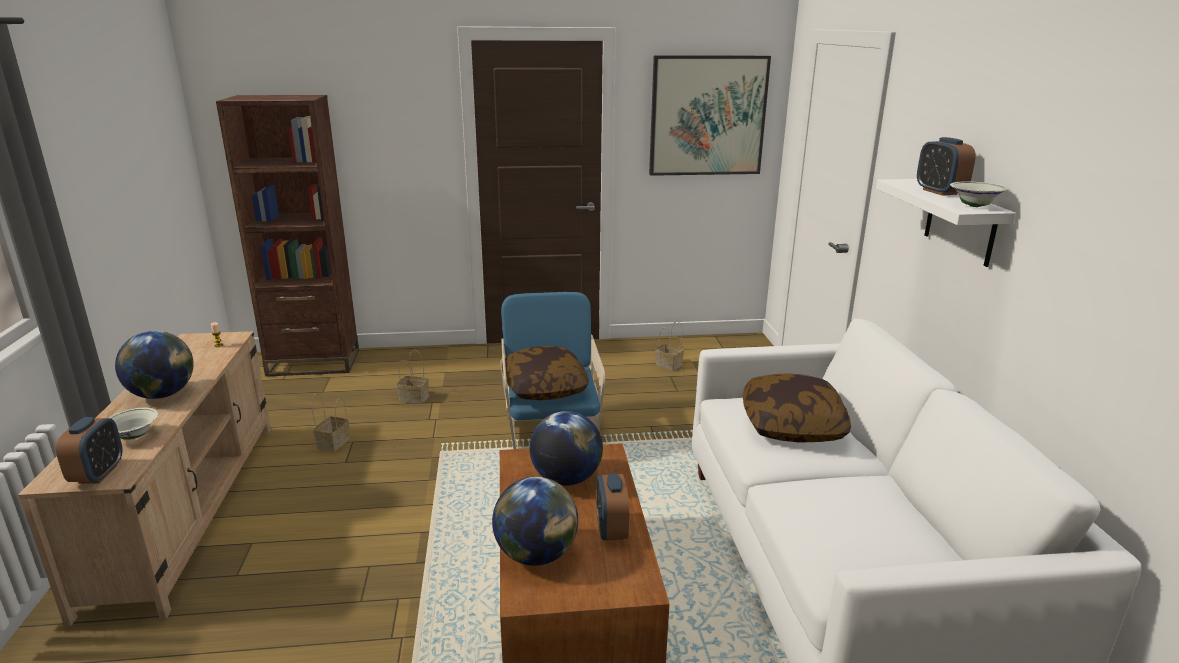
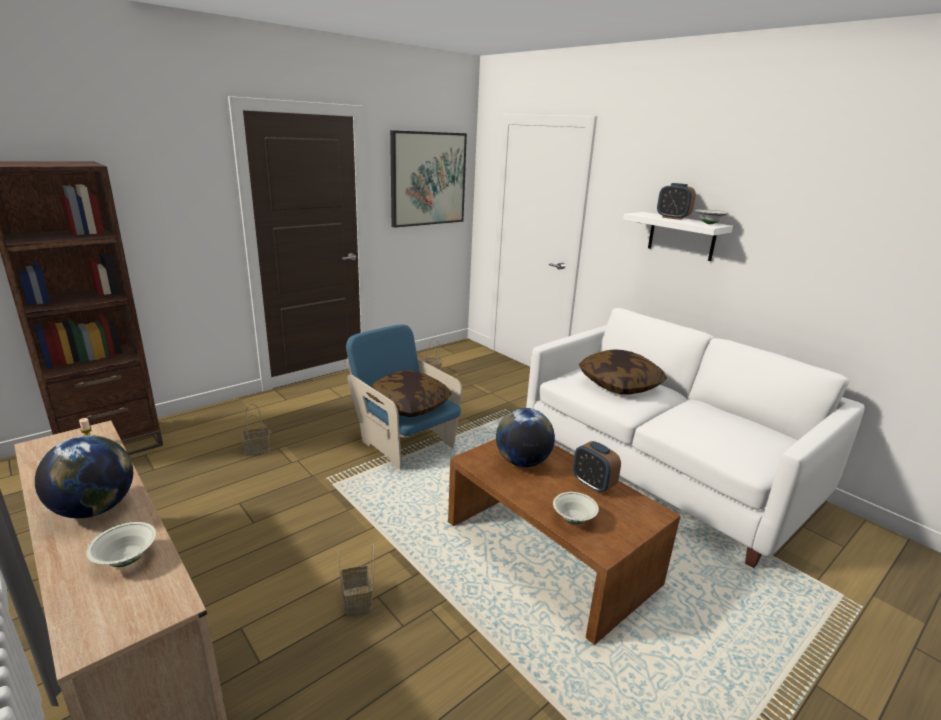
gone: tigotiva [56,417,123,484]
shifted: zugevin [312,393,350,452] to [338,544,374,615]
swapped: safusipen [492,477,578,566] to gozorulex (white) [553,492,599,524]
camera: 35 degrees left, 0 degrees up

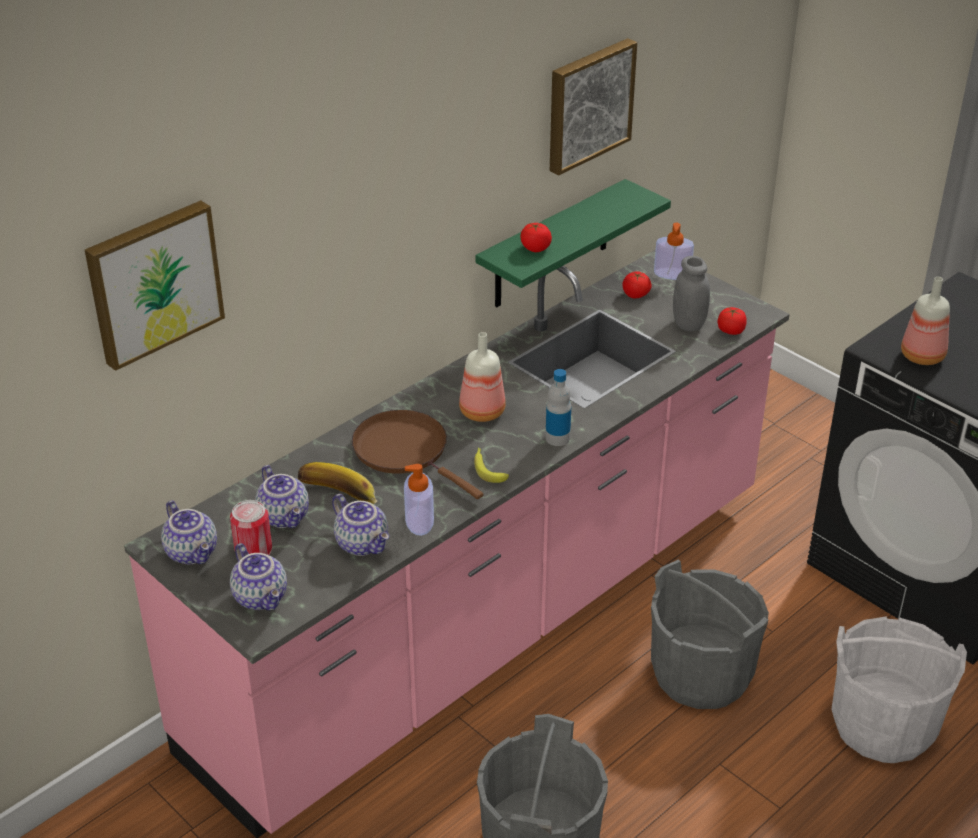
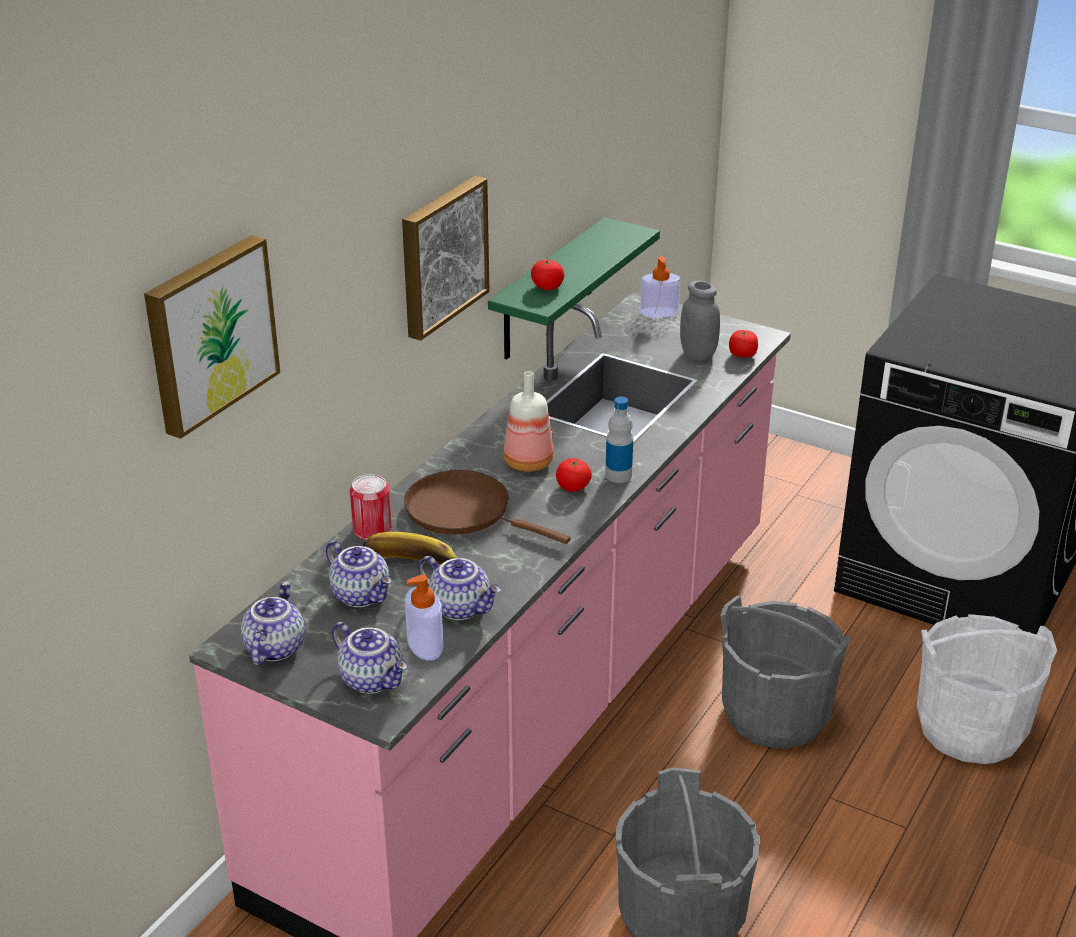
gone: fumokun [474,448,509,483]; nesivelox [901,277,950,365]
shifted: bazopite [230,500,272,555] to [350,474,392,540]; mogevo [404,464,434,536] to [405,575,443,660]; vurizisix [550,38,637,175] to [402,176,490,341]; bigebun [622,271,652,298] to [556,458,592,492]
rotated: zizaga [161,500,217,564] = [241,581,305,665] 120 degrees counterclockwise
camera: 15 degrees left, 5 degrees down

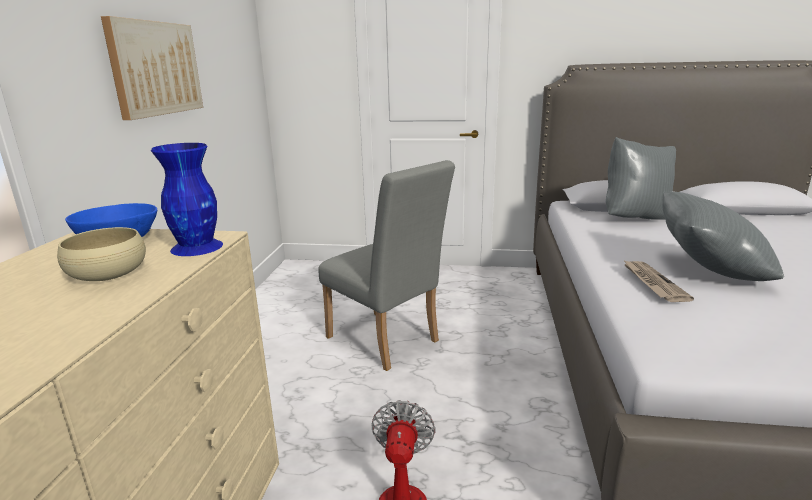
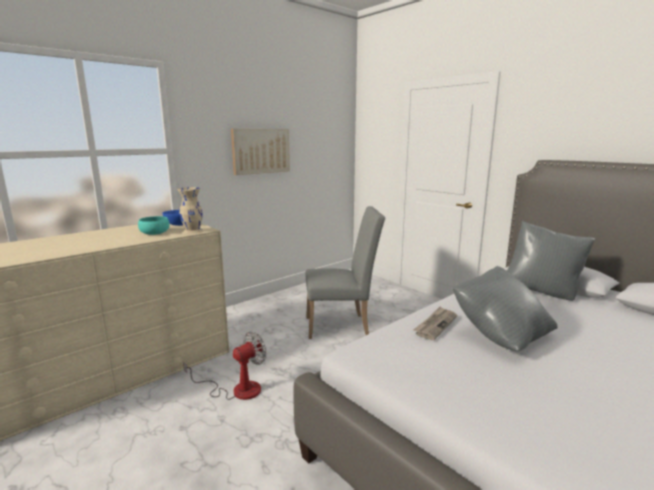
repainted: gozorulex (beige) [57,227,146,281] to gozorulex (turquoise) [138,216,170,235]; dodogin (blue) [151,143,223,256] to dodogin (beige) [178,187,204,234]
rotated: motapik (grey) [318,160,455,371] = [305,206,385,339] 90 degrees counterclockwise
camera: 40 degrees right, 5 degrees down

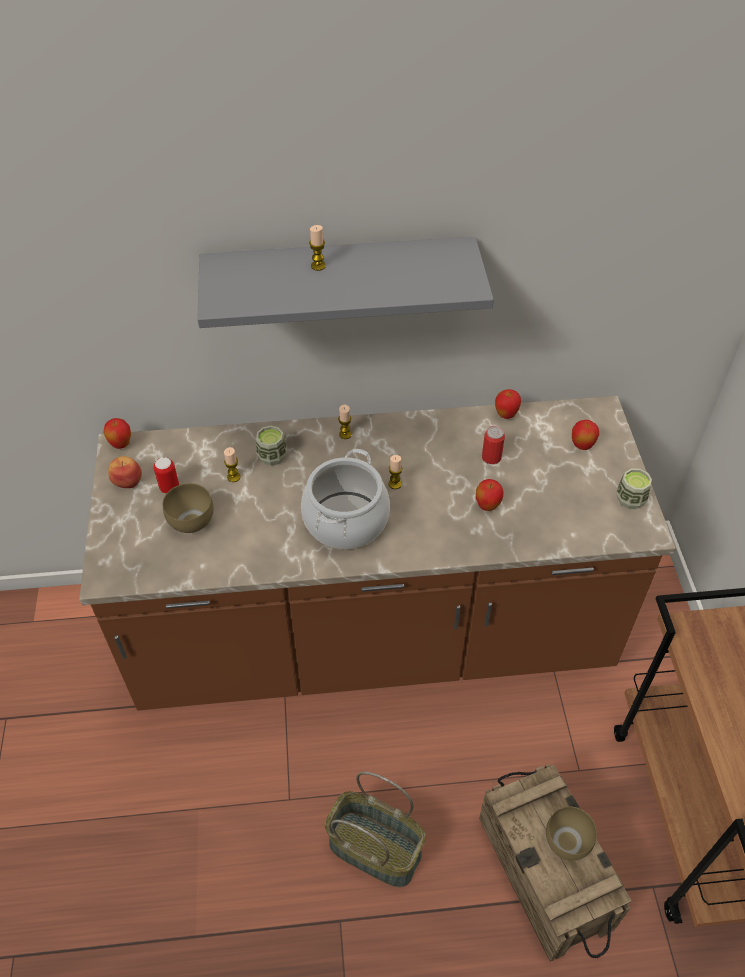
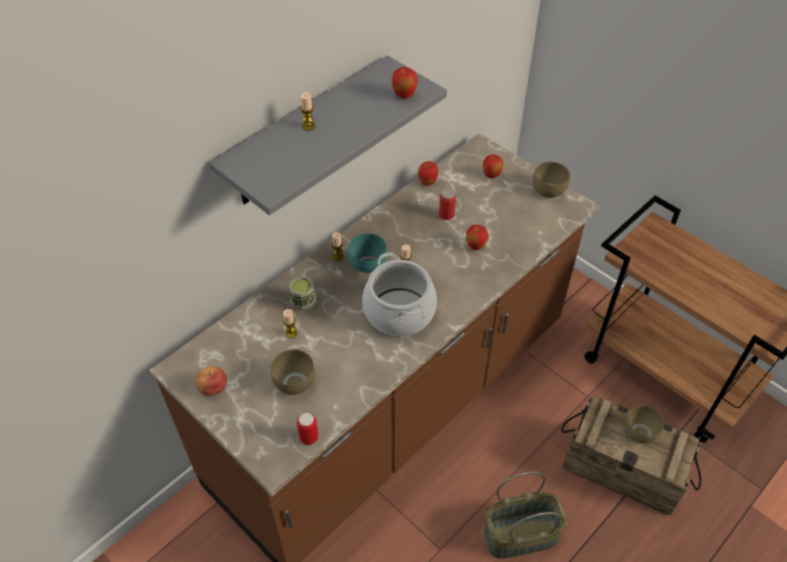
new: gozorulex (turquoise) [348,233,387,273]
shifted: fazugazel [103,418,131,449] to [391,67,418,99]; bazopite [154,457,179,494] to [297,412,318,445]
swapped: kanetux [616,468,652,509] to gozorulex (brown) [533,162,570,198]
camera: 40 degrees left, 0 degrees up

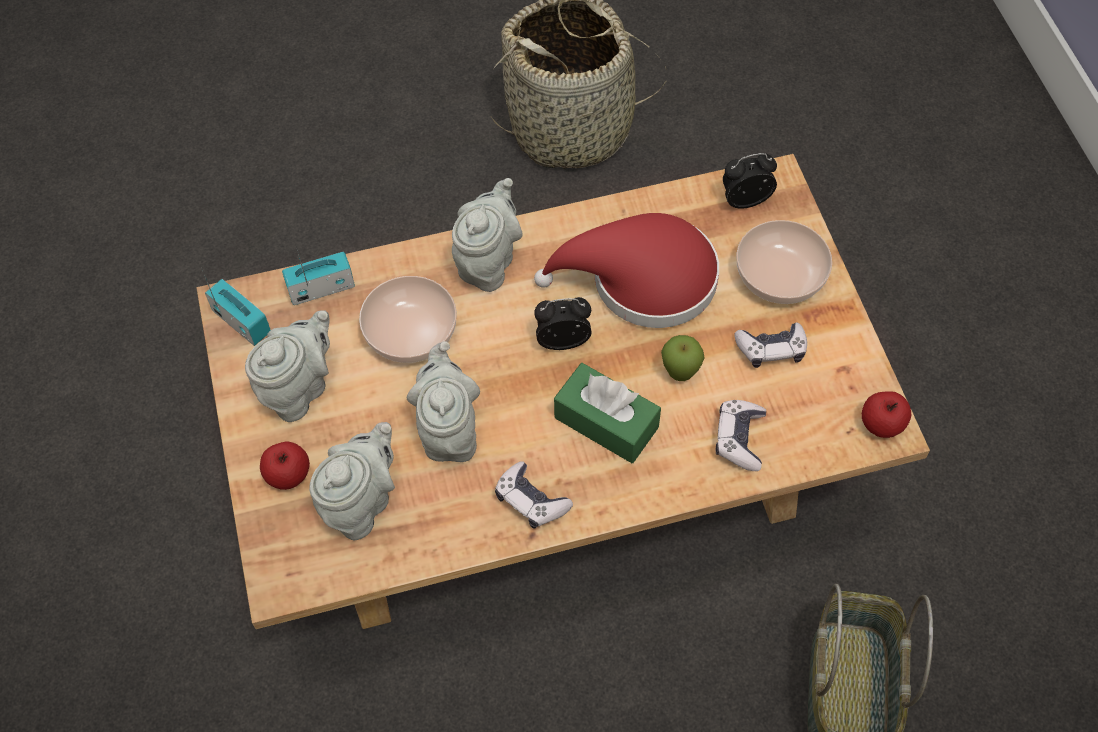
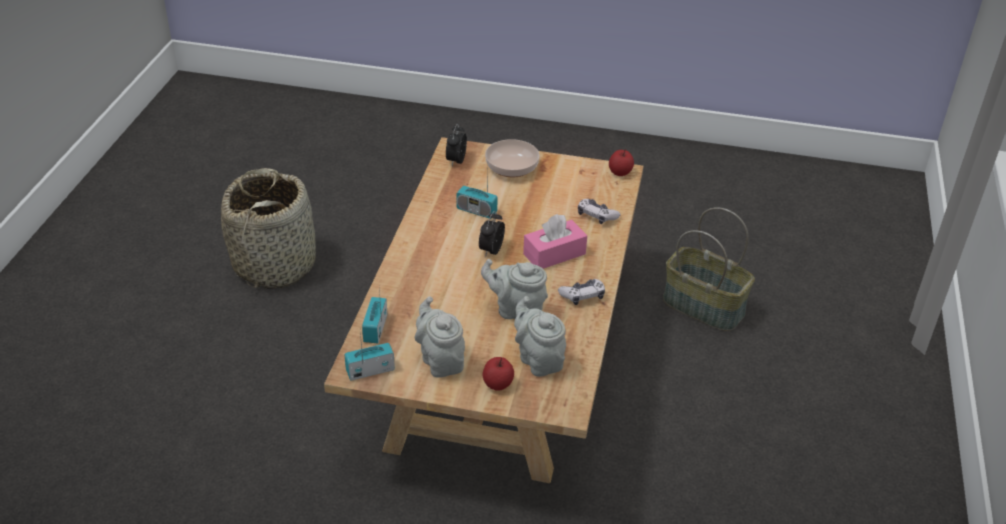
gone: gozorulex [359,276,457,363]; zizaga (grey) [452,178,523,292]; fazugazel [661,335,704,381]; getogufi [735,322,807,368]
swapped: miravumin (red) [534,213,719,328] to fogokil [456,171,498,219]
repainted: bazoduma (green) [554,363,661,463] to bazoduma (pink) [523,214,587,269]
camera: 65 degrees left, 20 degrees down

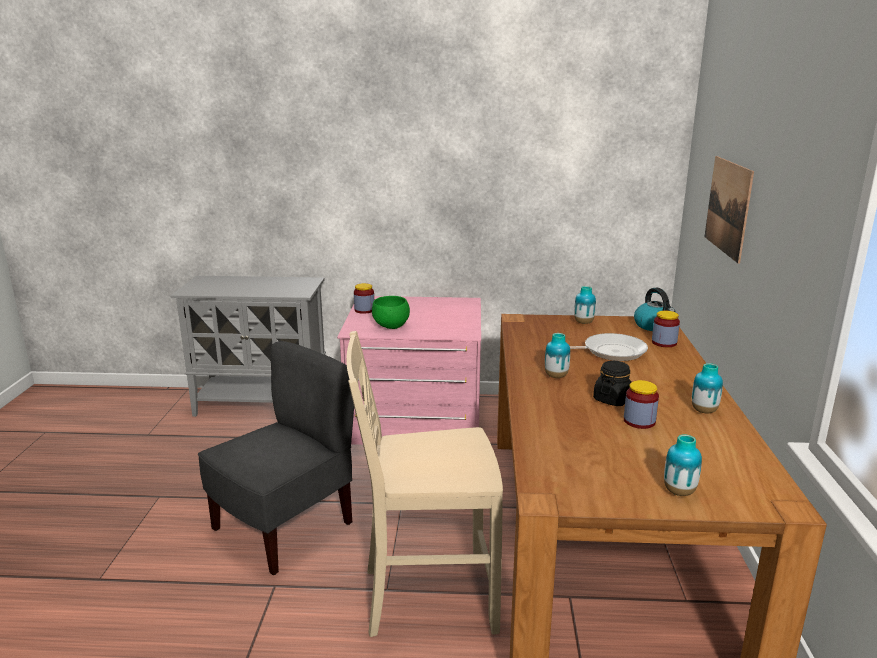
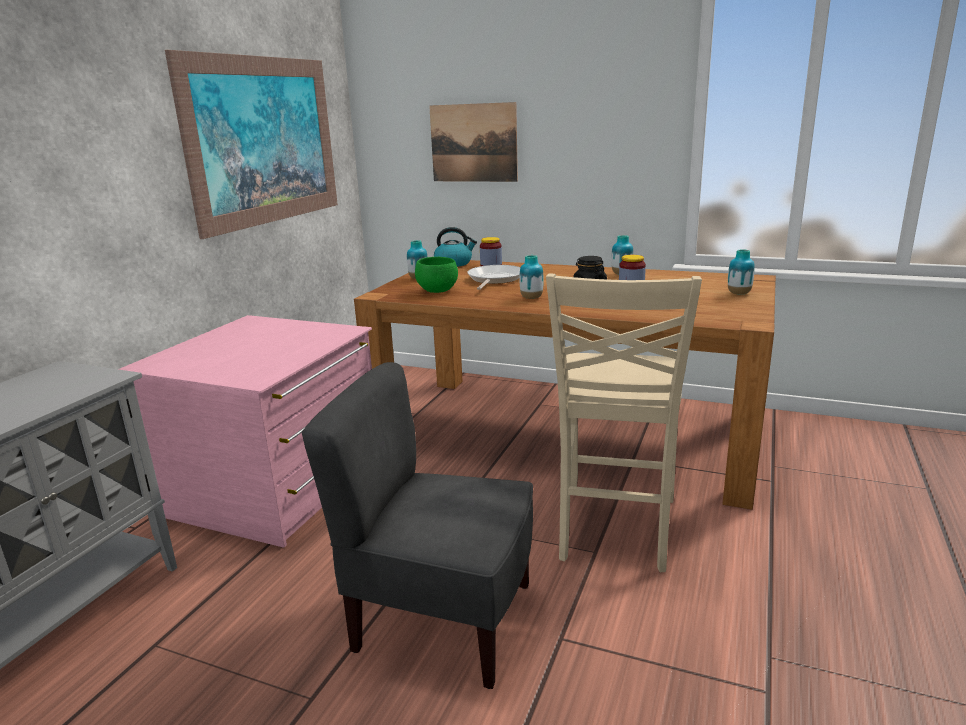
gone: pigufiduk [354,283,374,314]
new: vurizisix [165,50,338,239]
shifted: gozorulex (green) [372,296,410,329] to [415,257,458,293]
rotated: motapik (grey) [198,341,354,575] = [302,362,533,689] 45 degrees counterclockwise
camera: 70 degrees left, 0 degrees up

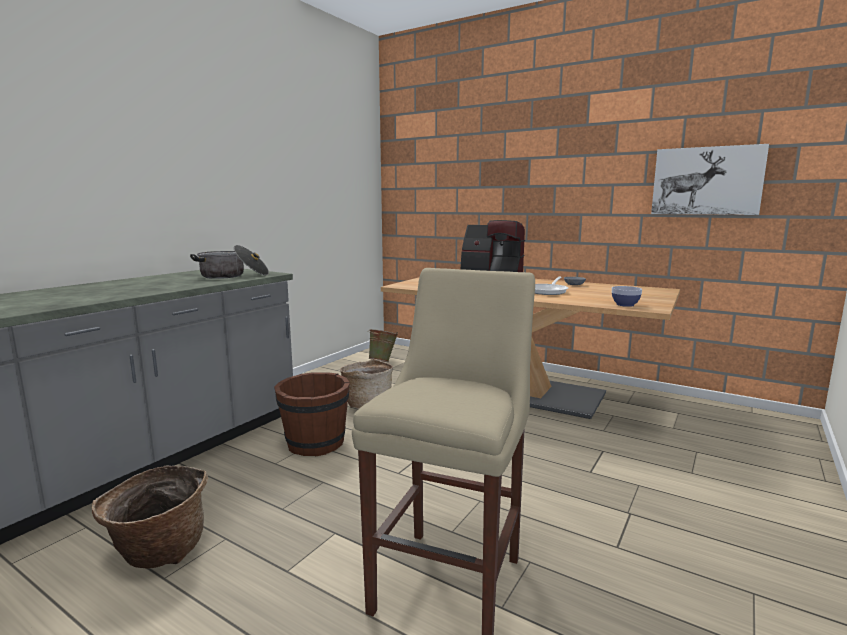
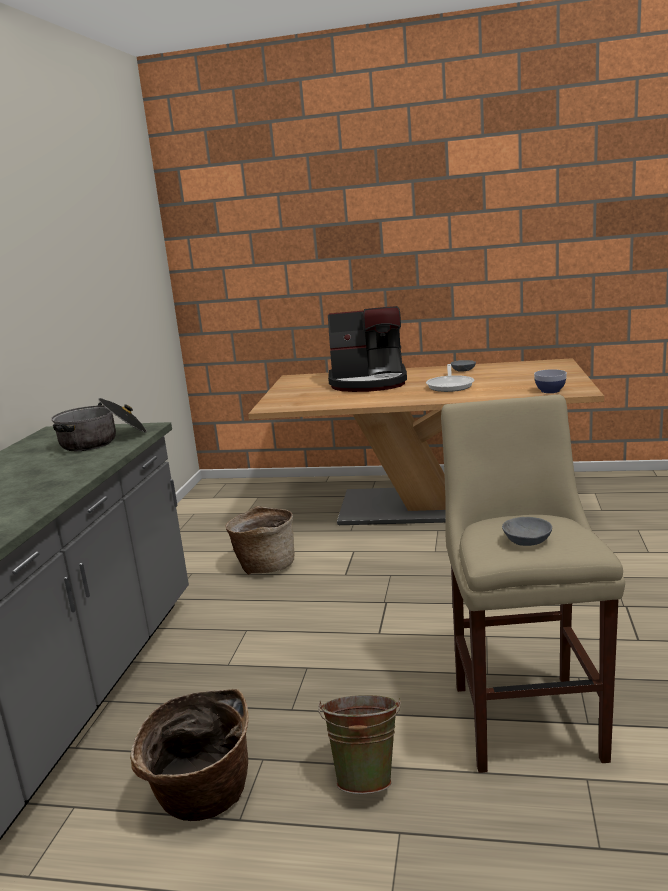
gone: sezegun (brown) [274,372,350,457]; vurizisix [651,144,769,215]
new: gozorulex (grey) [502,517,552,546]
shifted: sezegun (green) [368,329,398,362] to [318,695,401,794]
camera: 20 degrees left, 5 degrees up

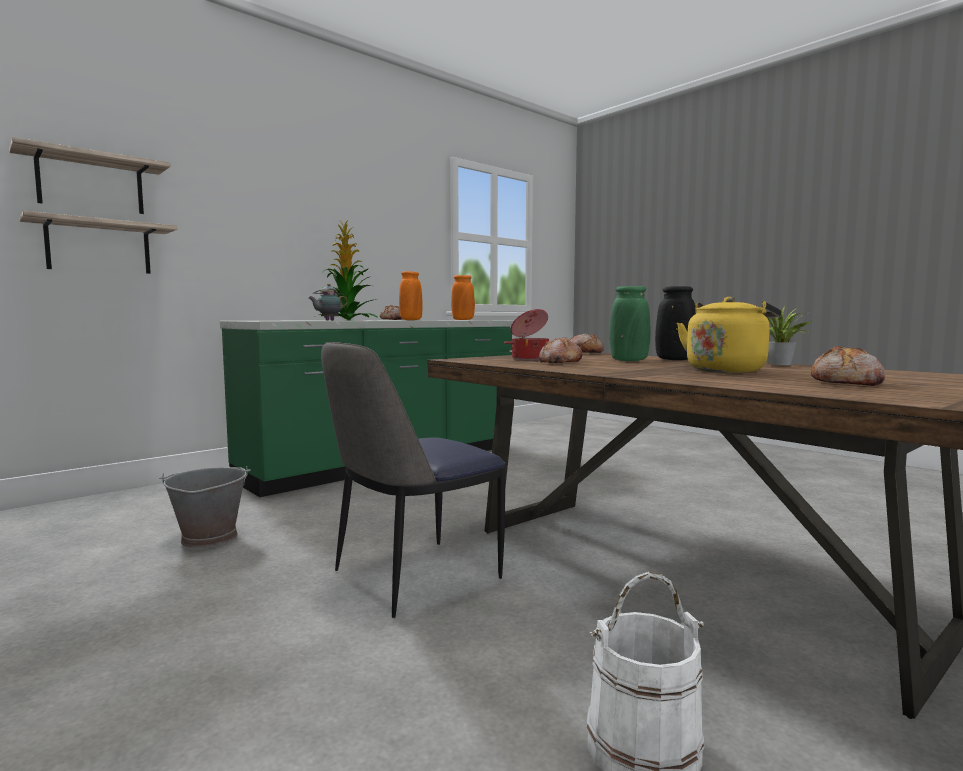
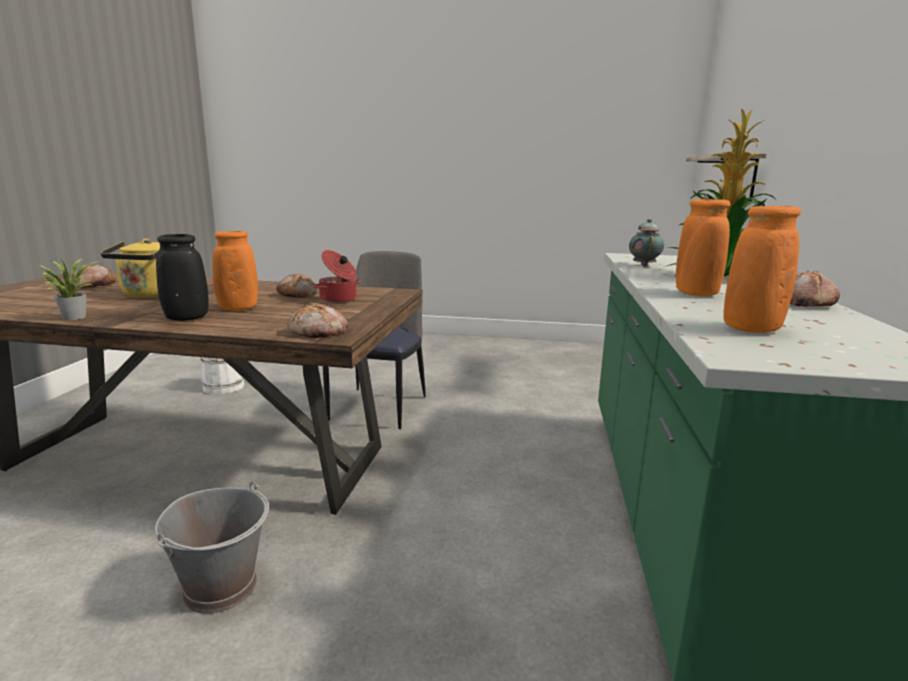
gone: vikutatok [9,137,171,214]
shifted: sezegun (grey) [159,467,251,548] to [155,482,269,614]
repainted: dodogin (green) [609,286,651,361] to dodogin (orange) [213,231,258,310]
camera: 140 degrees right, 10 degrees up

